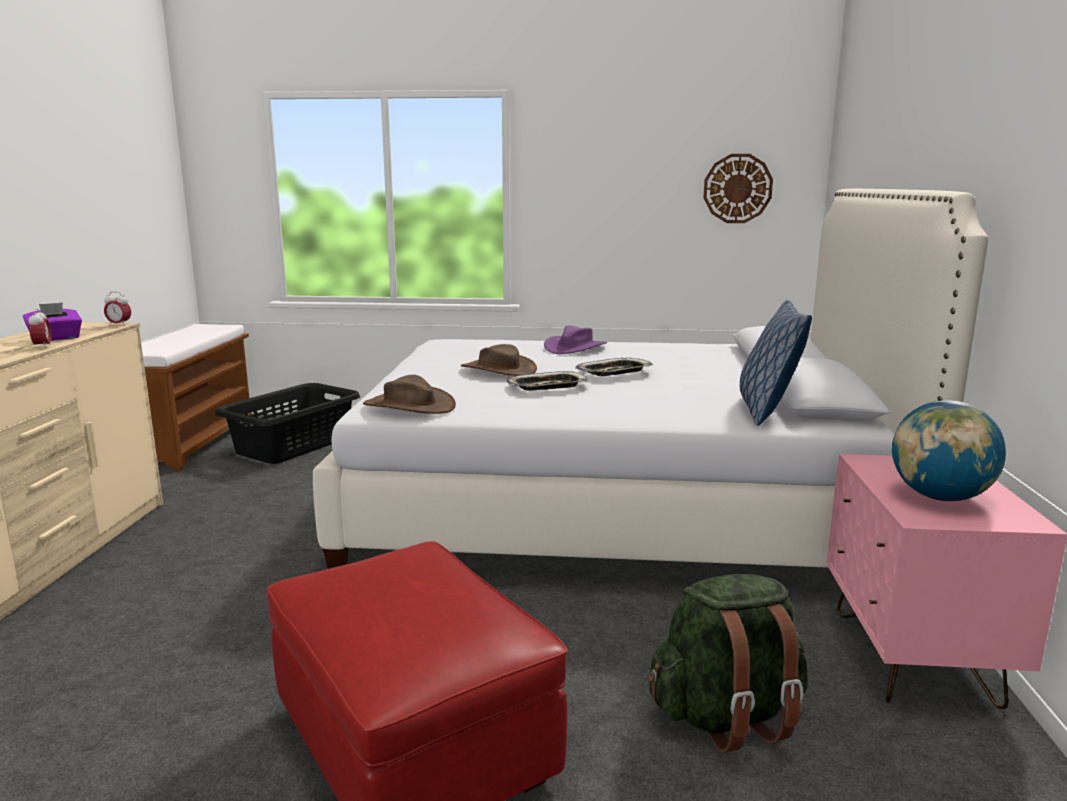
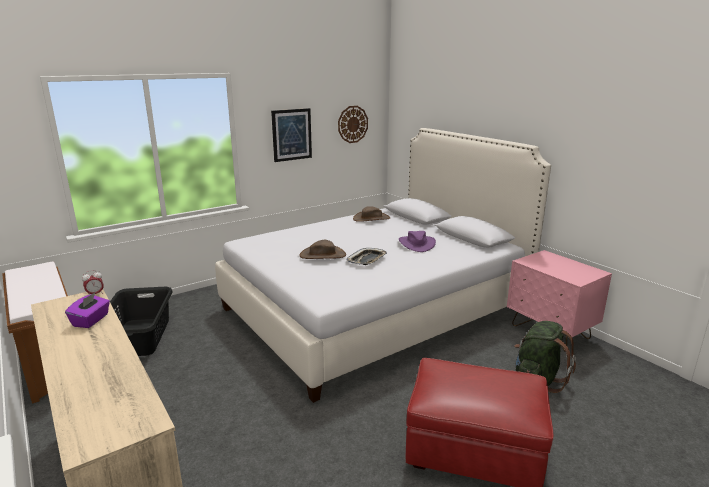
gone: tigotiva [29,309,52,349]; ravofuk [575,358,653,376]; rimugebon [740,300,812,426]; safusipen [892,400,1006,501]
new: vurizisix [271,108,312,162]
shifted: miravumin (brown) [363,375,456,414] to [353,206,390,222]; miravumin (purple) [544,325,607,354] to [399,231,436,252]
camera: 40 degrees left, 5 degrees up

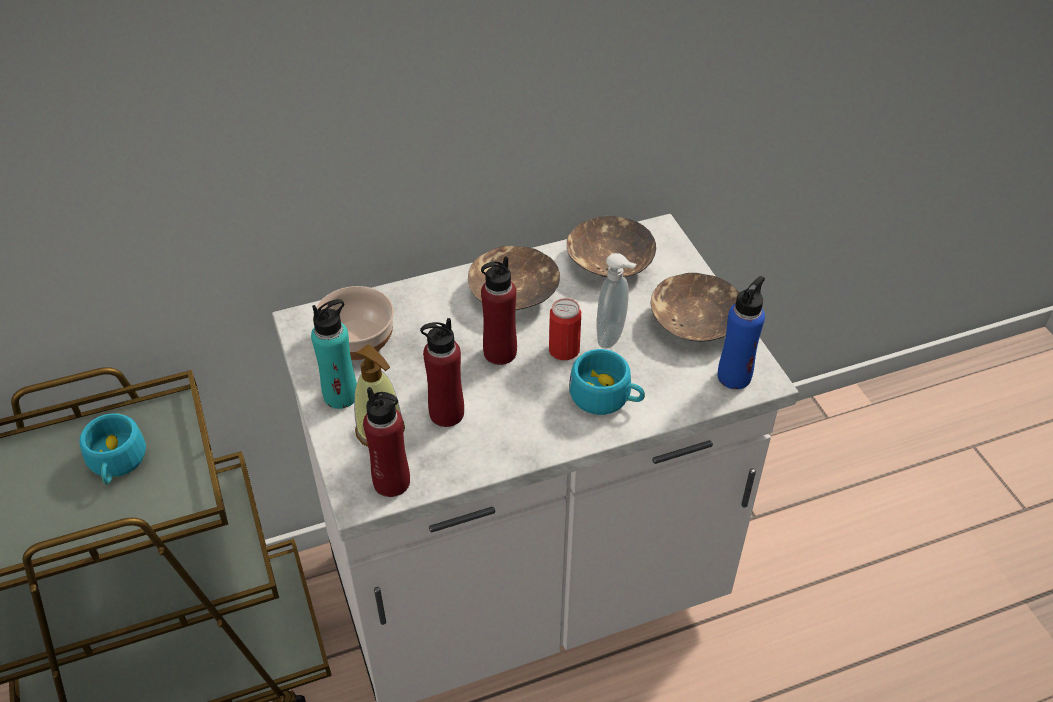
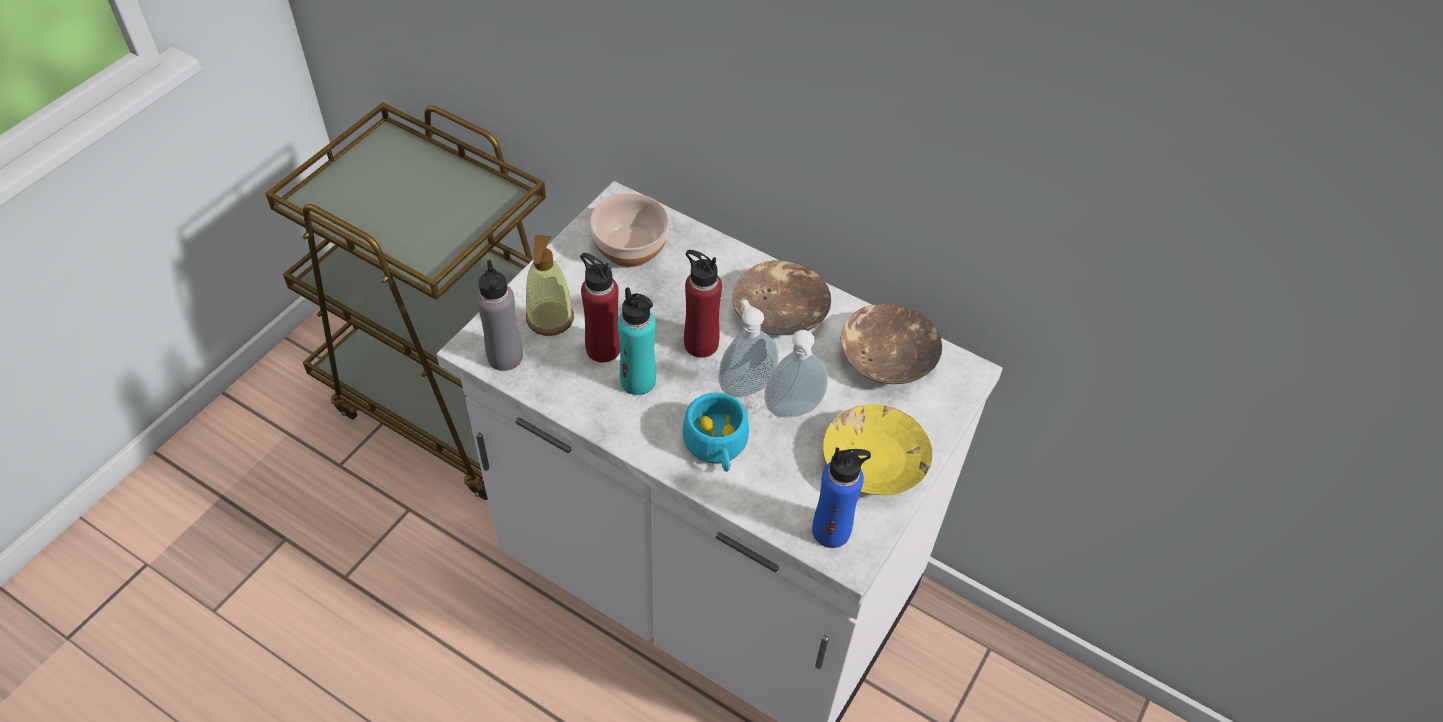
gone: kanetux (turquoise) [79,413,146,485]
shifted: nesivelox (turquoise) [311,299,357,409] to [617,287,656,395]
swapped: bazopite [549,298,581,360] to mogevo [718,300,779,397]
repainted: nesivelox (red) [363,387,410,497] to nesivelox (grey) [476,260,523,371]; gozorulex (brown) [651,273,740,342] to gozorulex (yellow) [823,404,932,495]
camera: 50 degrees right, 5 degrees up

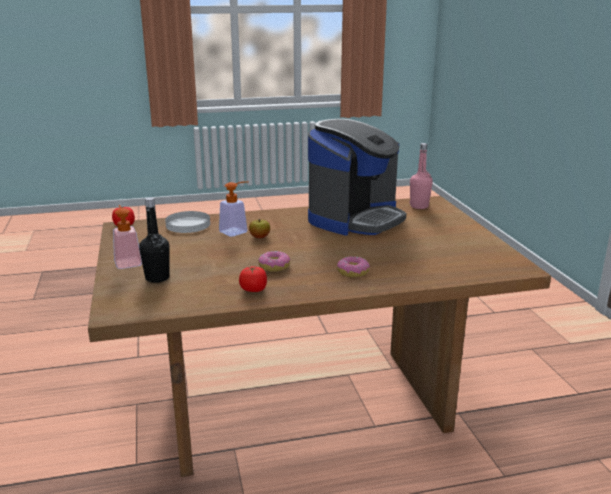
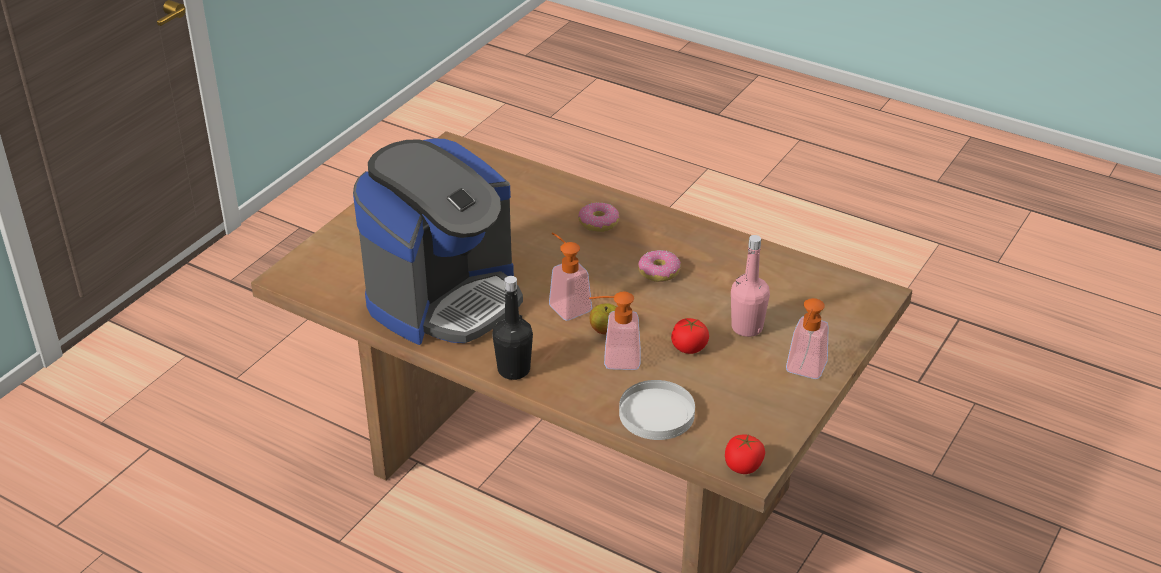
new: mogevo [549,232,592,321]
shifted: nesivelox (black) [139,197,170,283] to [492,276,533,380]; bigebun [239,266,267,292] to [671,318,709,354]; nesivelox (pink) [410,143,433,209] to [731,235,770,337]
rotated: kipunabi [308,119,406,236] = [353,139,523,345] 135 degrees clockwise
camera: 135 degrees left, 15 degrees up

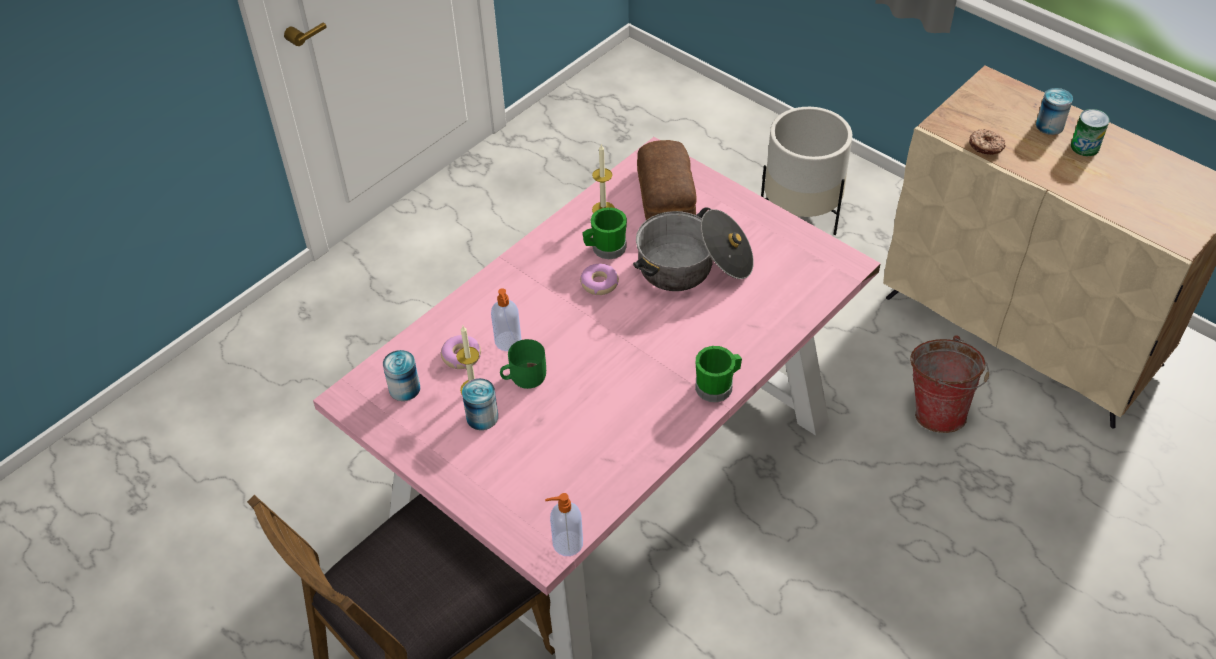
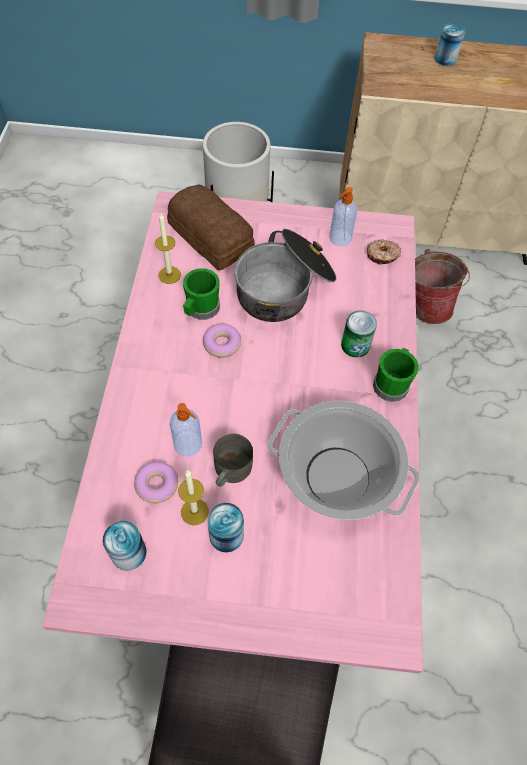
new: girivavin [268,401,420,520]
shifted: mogevo [545,493,583,556] to [329,187,358,246]; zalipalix [969,129,1006,155] to [367,239,401,264]; bazopite [1071,109,1109,156] to [341,310,377,358]
repainted: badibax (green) [500,339,546,389] to badibax (grey) [213,434,253,487]
camera: 40 degrees left, 10 degrees up

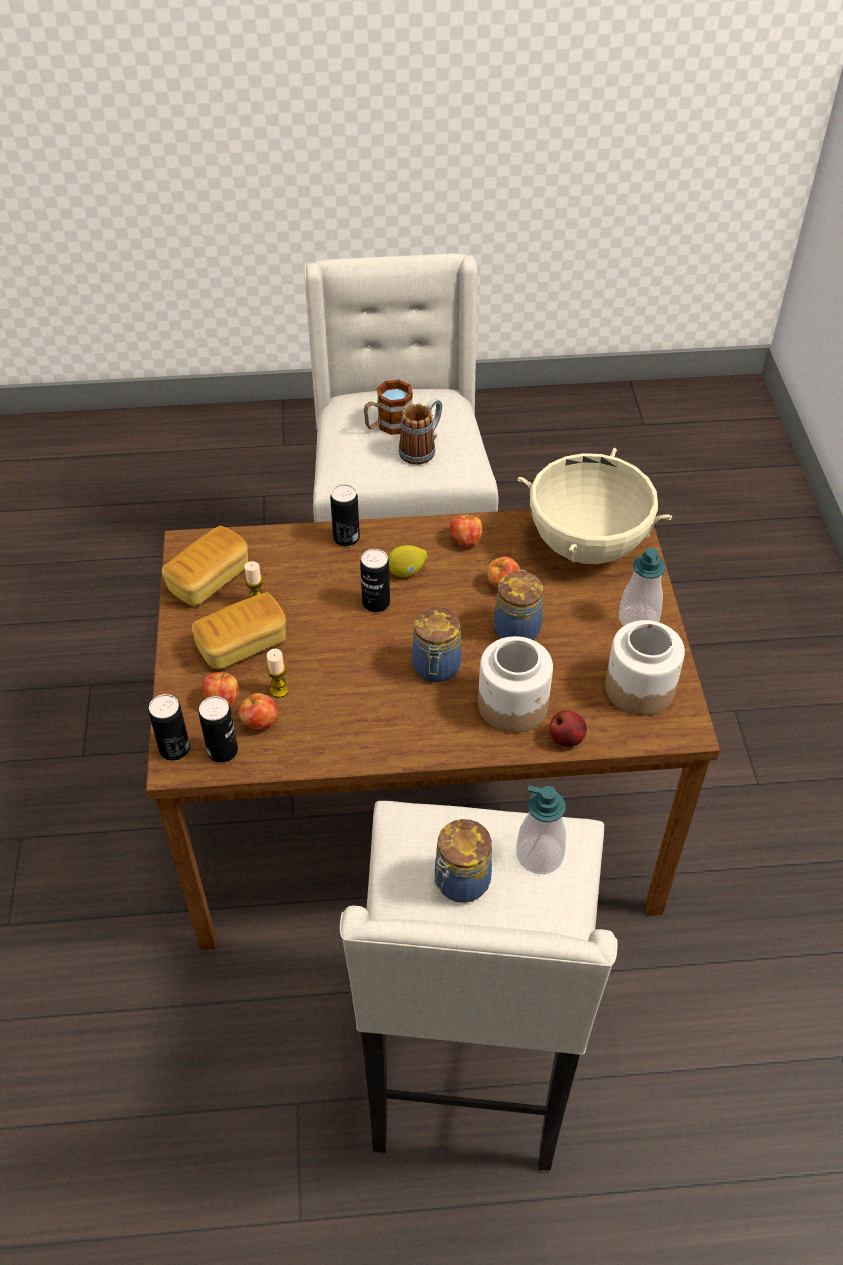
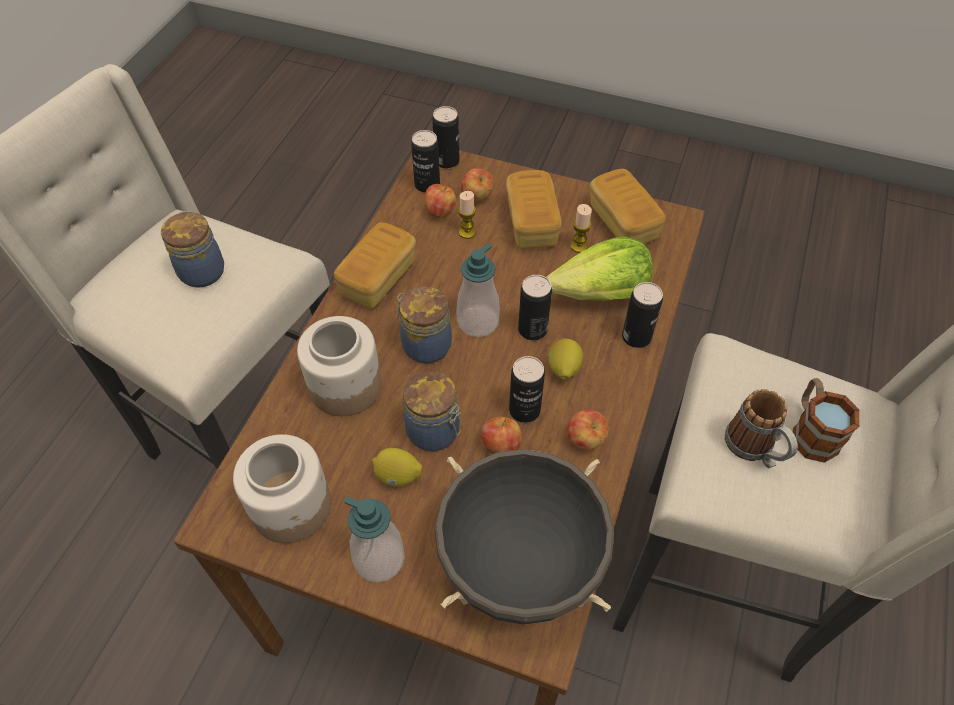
gone: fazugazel [549,710,587,747]
new: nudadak [334,223,416,309]; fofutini [372,448,422,487]; bazopite [509,356,545,423]; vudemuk [546,236,653,301]
shifted: mogevo [516,785,566,874] to [456,243,500,337]
repainted: girivavin (beige) [518,448,672,564] to girivavin (black) [434,449,614,625]
camera: 115 degrees right, 5 degrees up

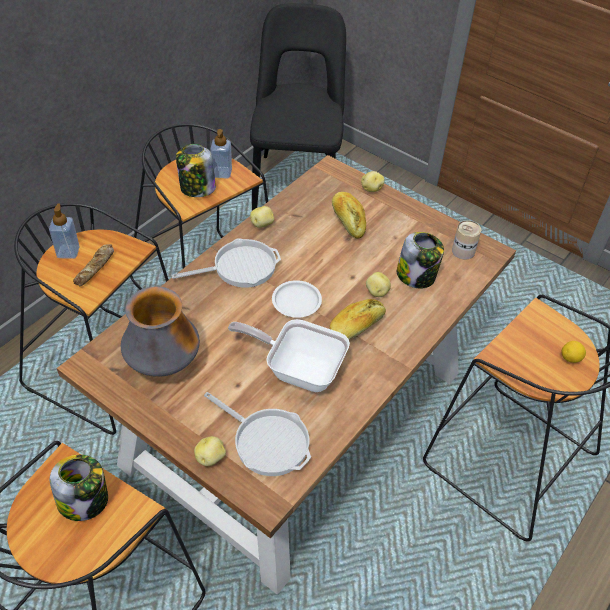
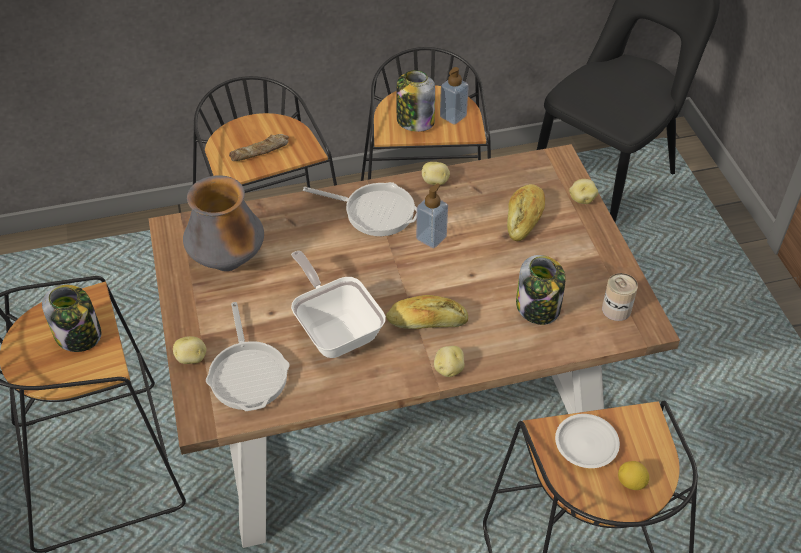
shifted: mogevo [49,204,80,259] to [416,183,448,248]; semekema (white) [272,280,322,318] to [555,414,620,468]; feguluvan [366,272,391,297] to [434,346,464,377]
camera: 40 degrees right, 0 degrees up

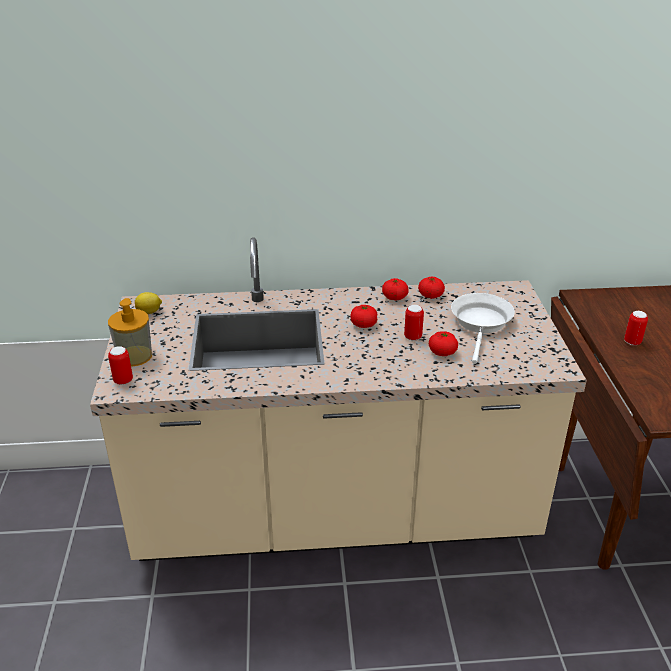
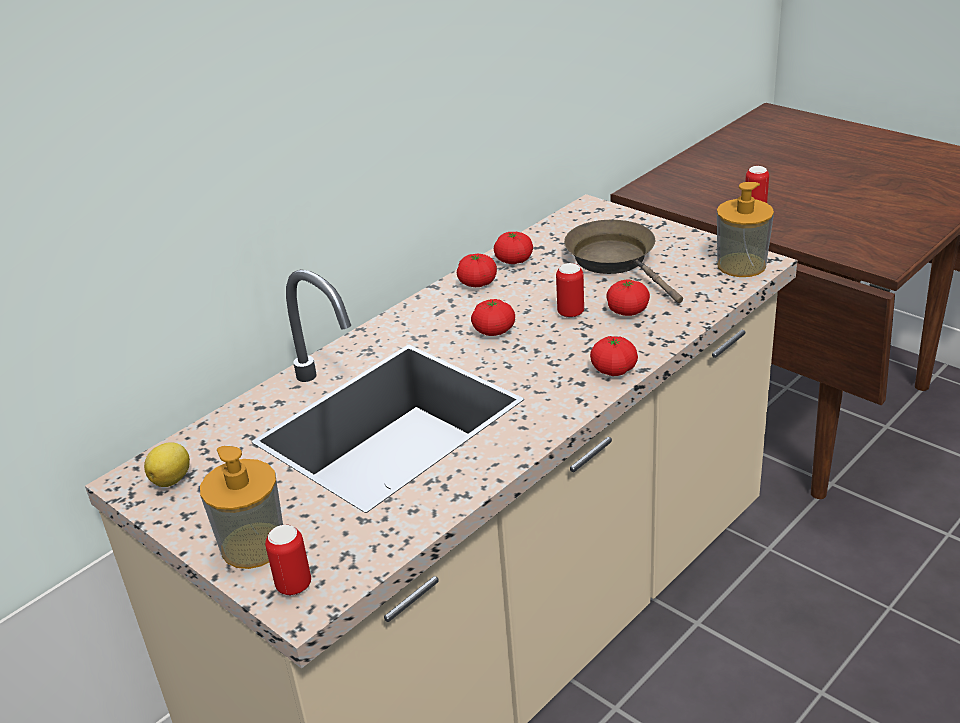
new: bigebun [590,336,638,376]; mogevo [717,182,774,277]
repainted: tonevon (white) [451,293,515,364] to tonevon (brown) [564,220,683,303]
camera: 40 degrees left, 0 degrees up

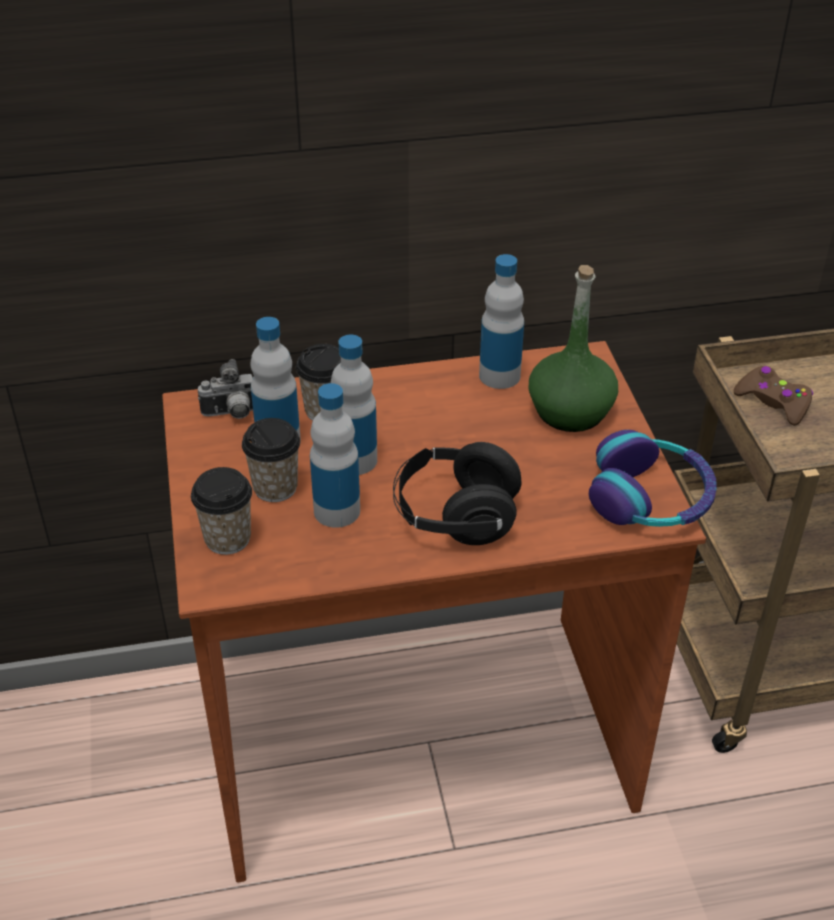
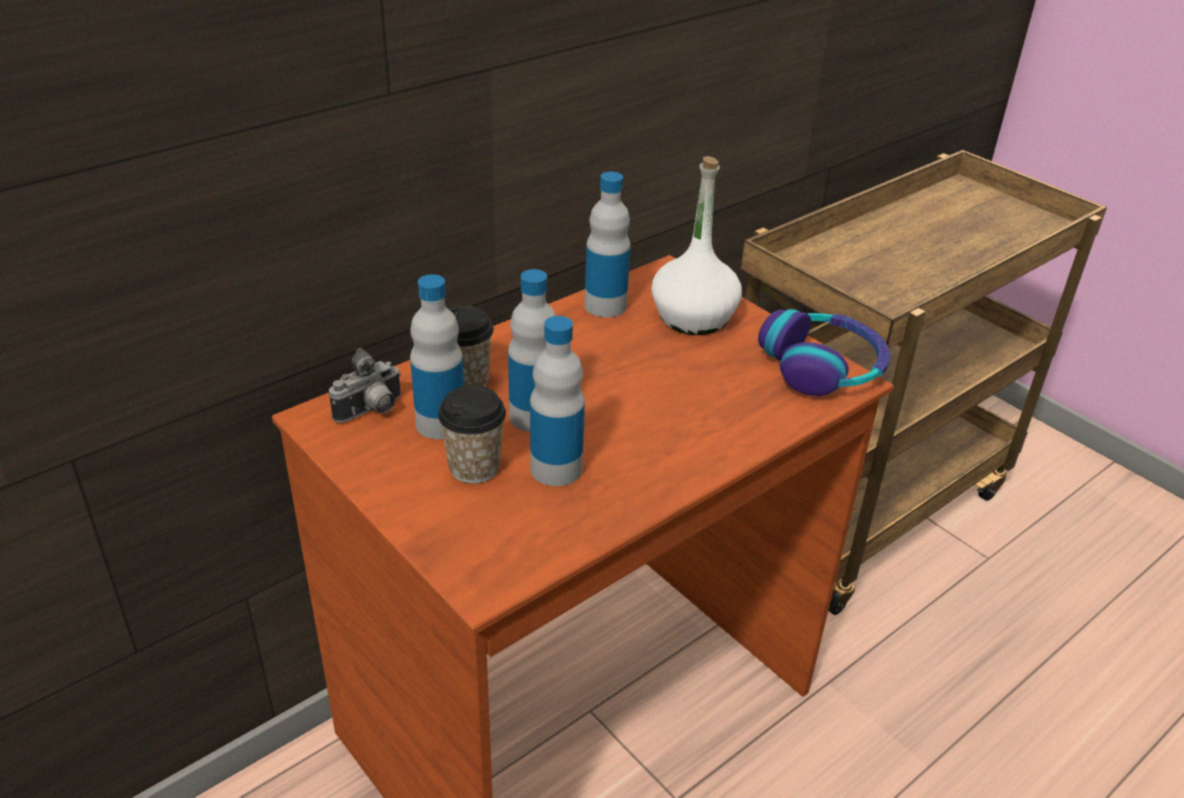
gone: kanetux [191,467,252,555]; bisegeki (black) [393,442,521,545]; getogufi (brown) [734,366,813,426]
repainted: nesivelox (green) [529,265,618,432] to nesivelox (white) [651,156,742,335]
camera: 30 degrees left, 5 degrees down

